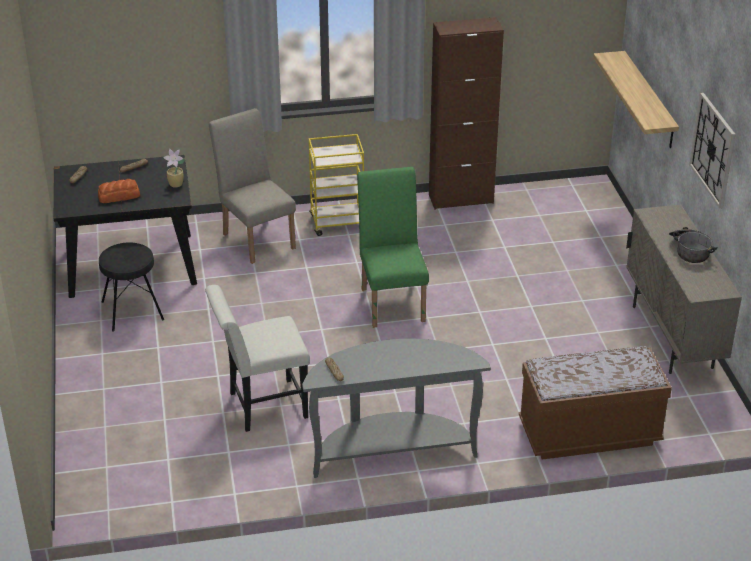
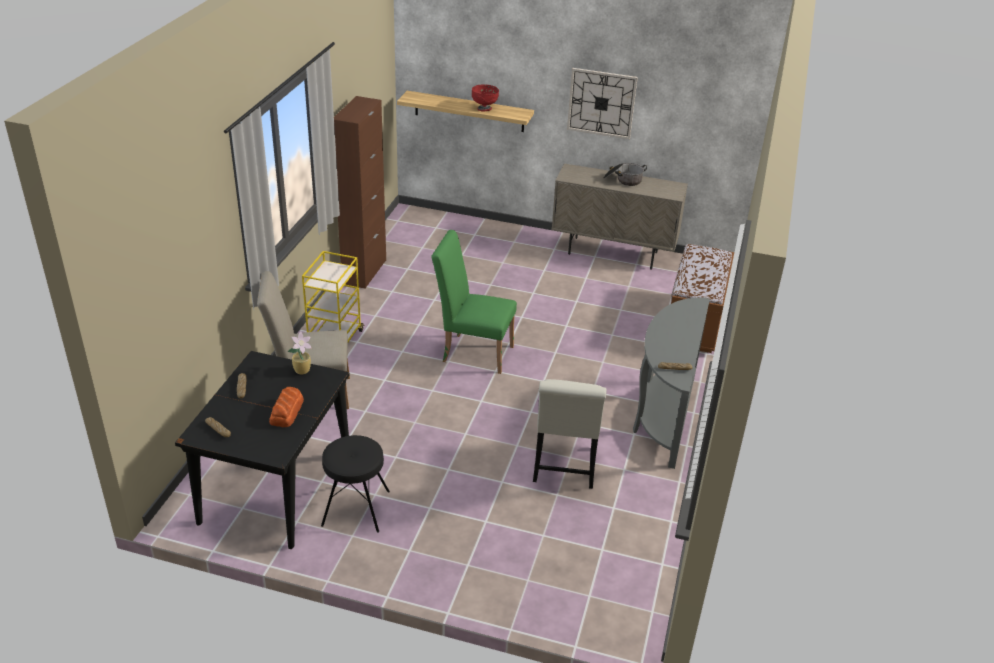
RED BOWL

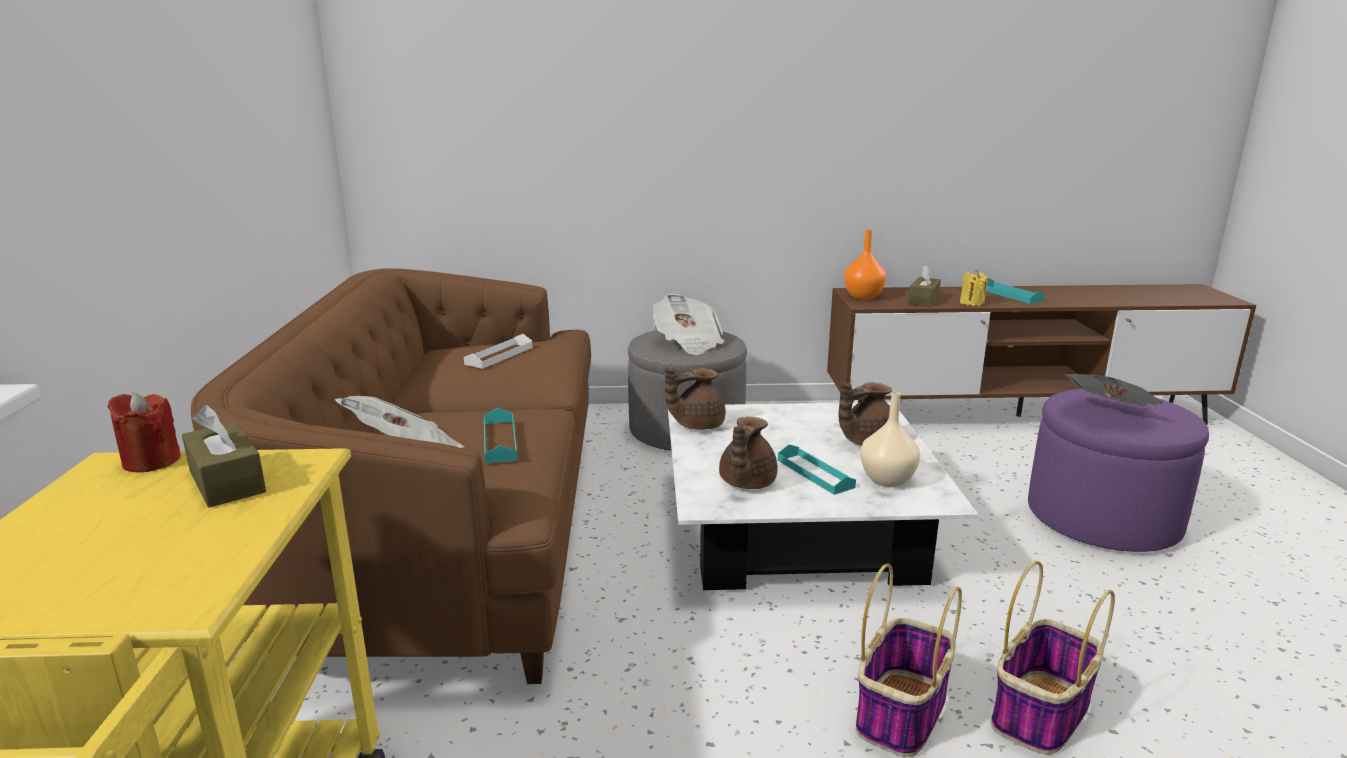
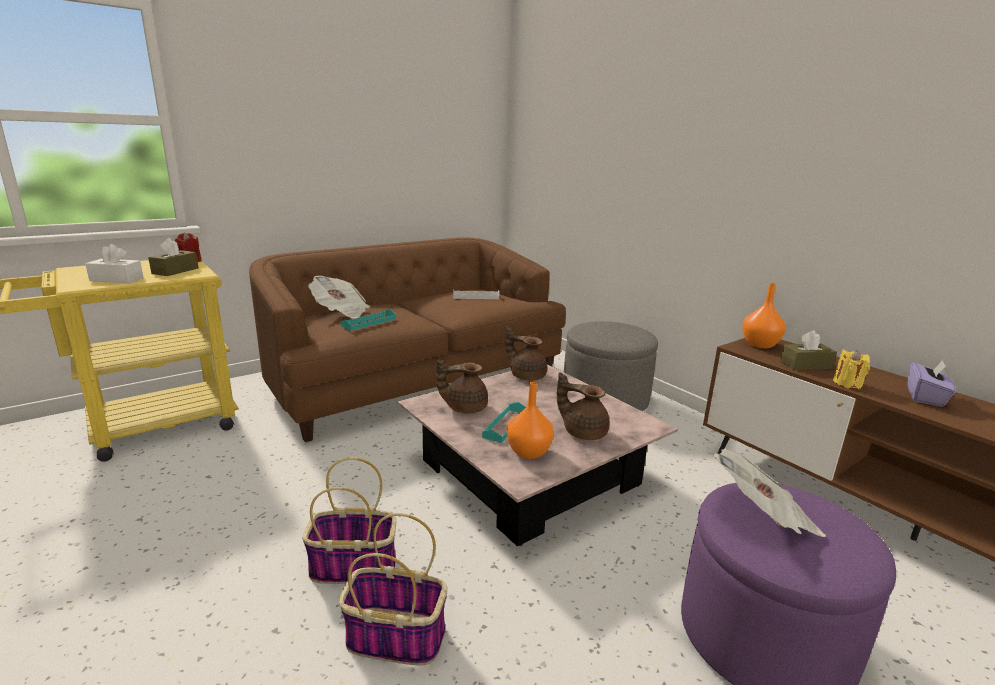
NEWSPAPER (no. 2 from left in the first image); WHITE TISSUE BOX; PURPLE TISSUE BOX; PINK COFFEE TABLE; ORANGE VASE (no. 1 from left)

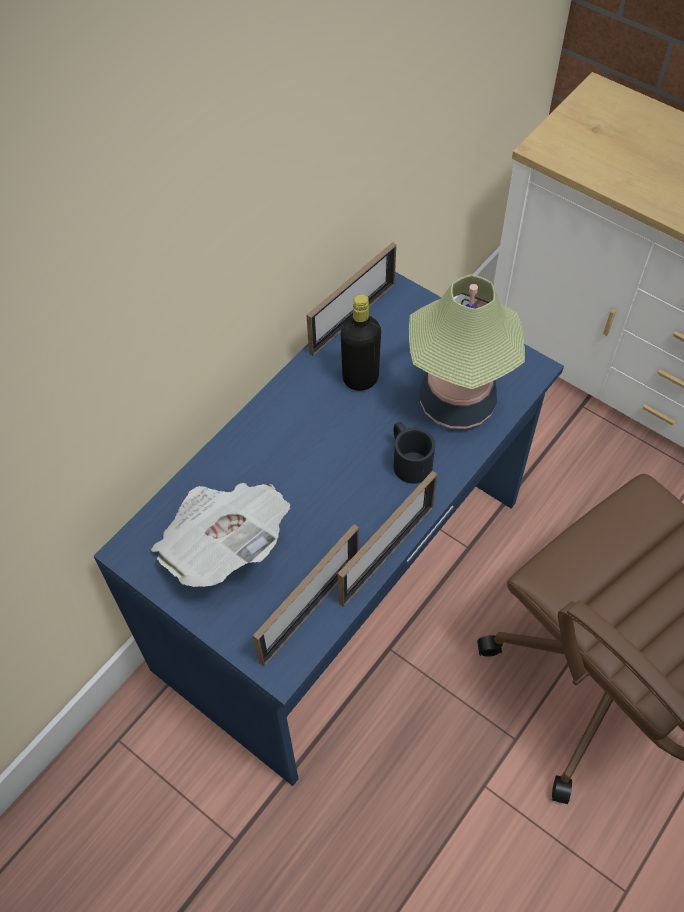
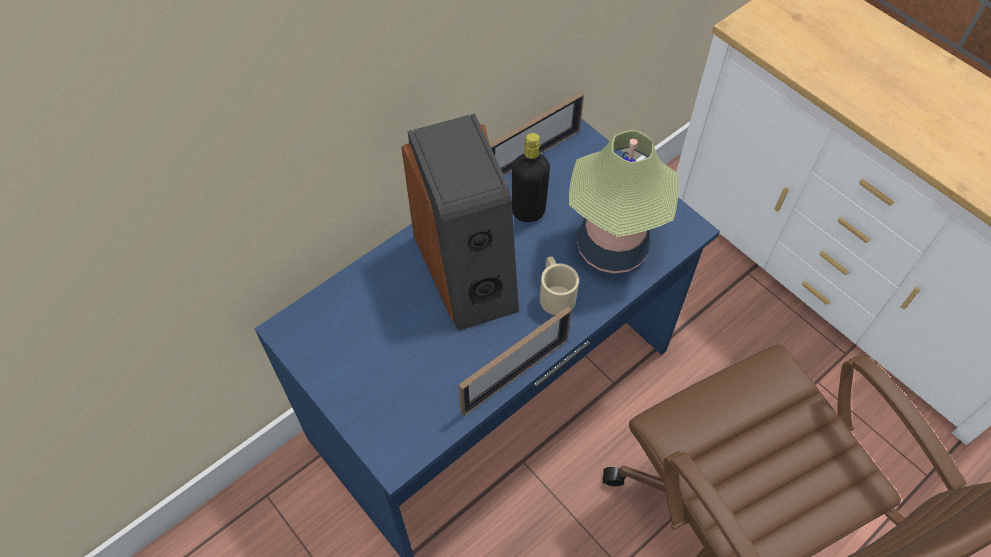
NEWSPAPER; PICTURE FRAME (no. 1 from left in the first image); SPEAKER; BEIGE MUG

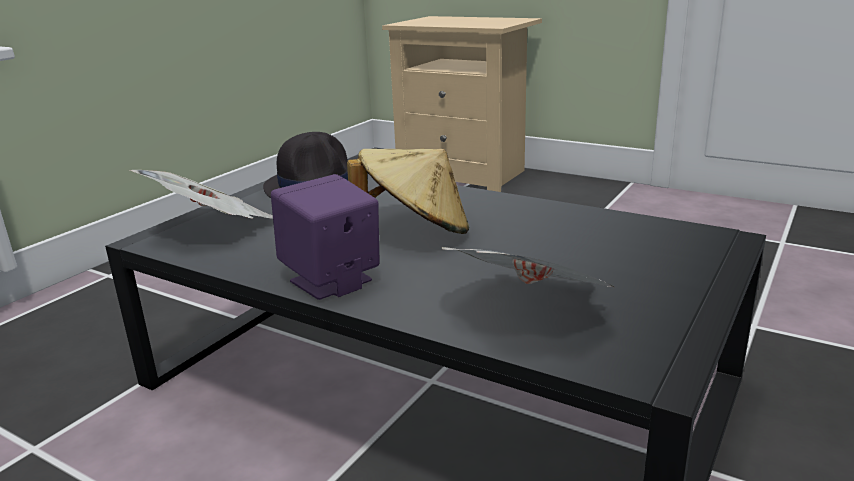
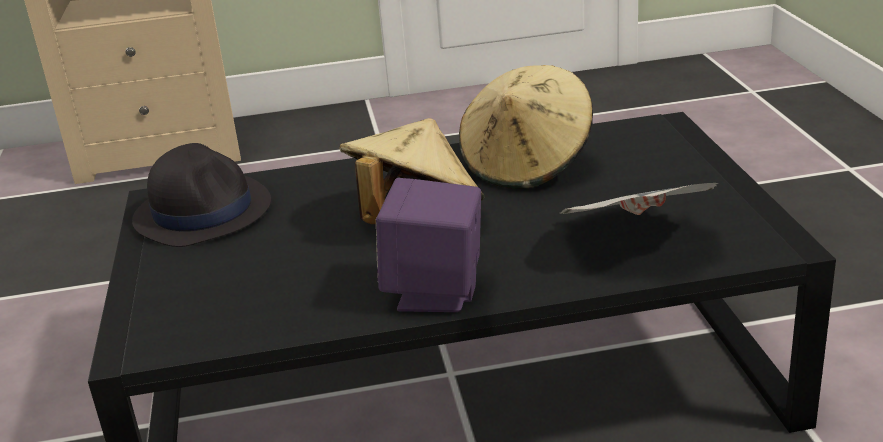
NEWSPAPER (no. 1 from left in the first image); BEIGE HAT (no. 2 from left)

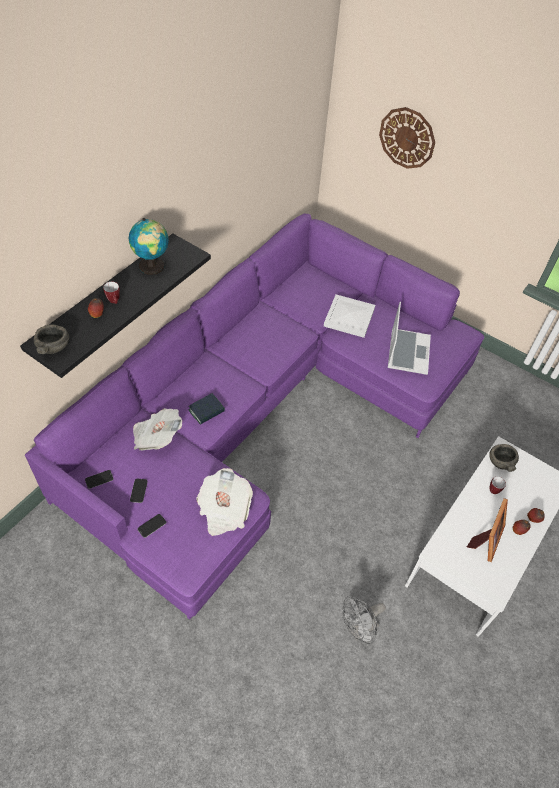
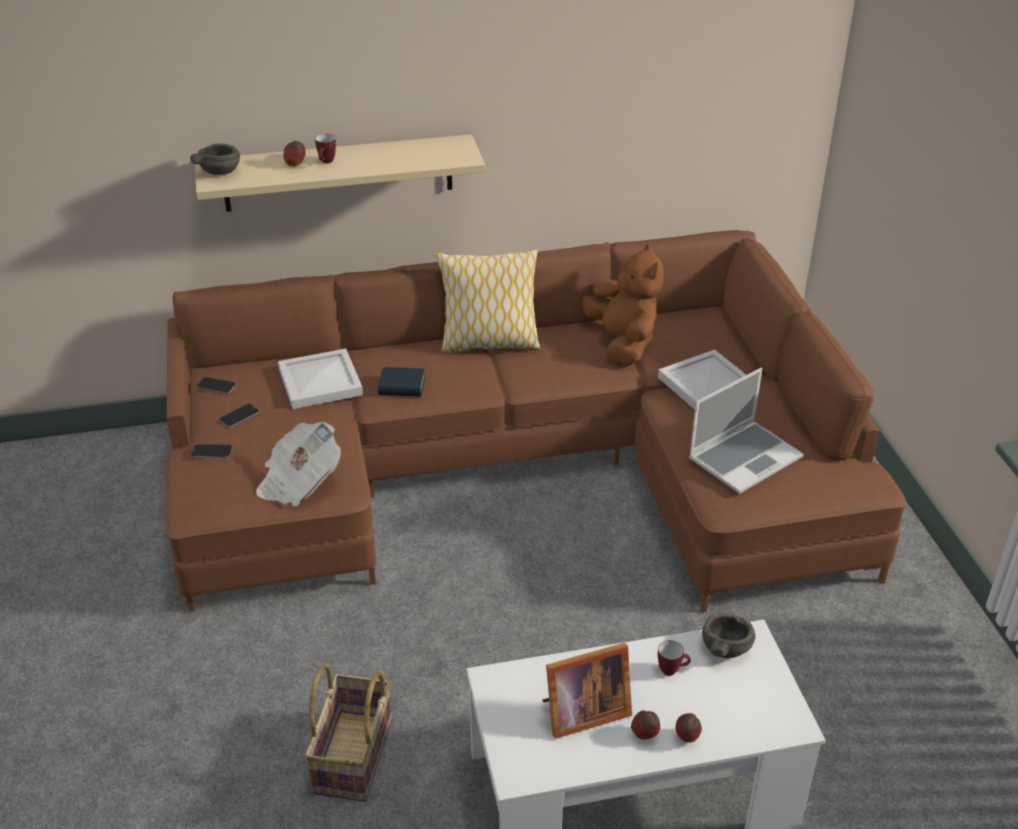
GLOBE; WALL CLOCK; PILLOW; BROWN PLUSH TOY; WHITE TRAY (no. 1 from left); BASKET; BEIGE SHELF; BROWN SOFA

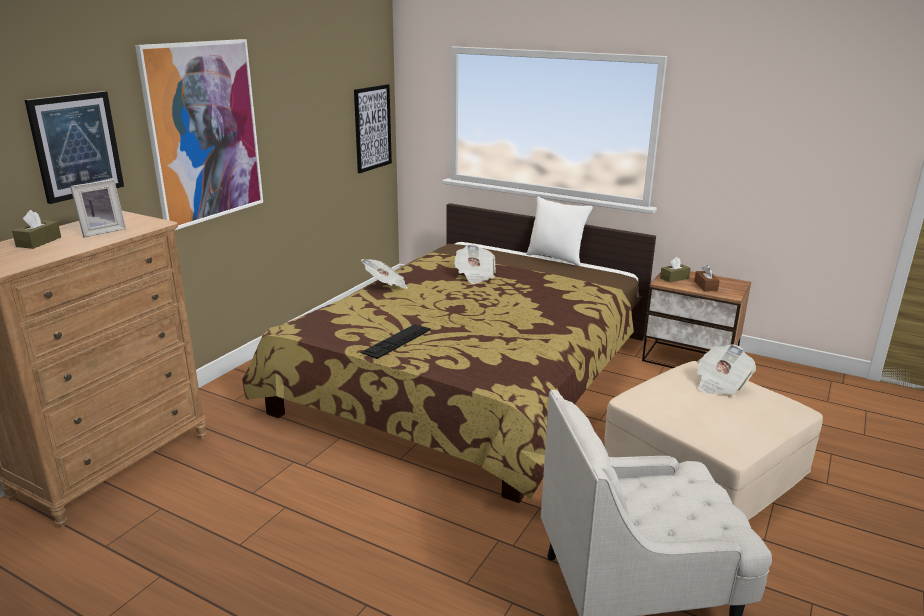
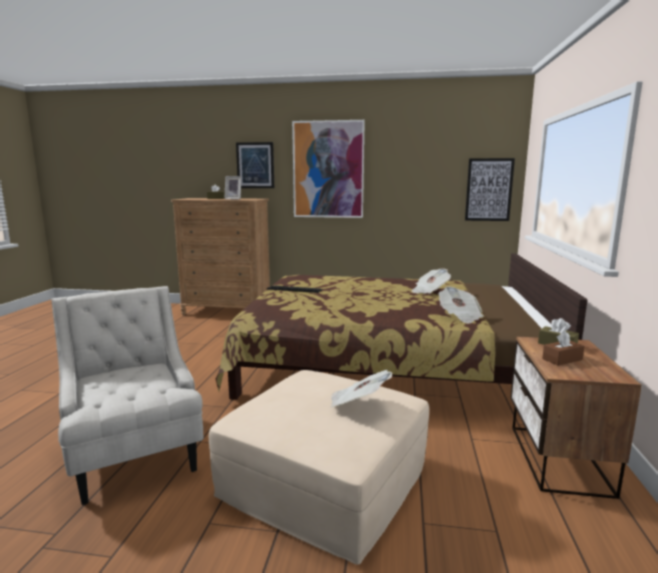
WHITE PILLOW; NEWSPAPER (no. 3 from left)

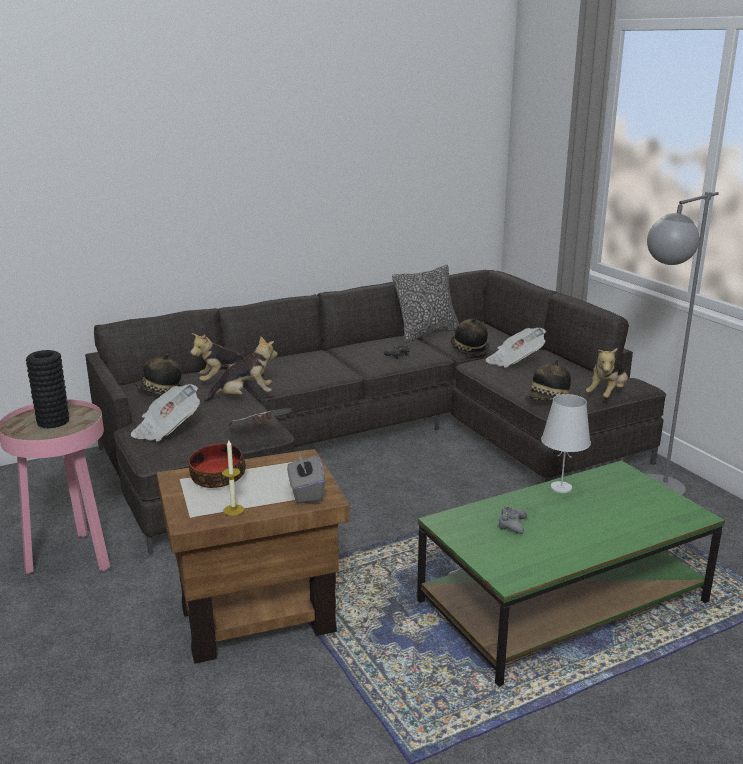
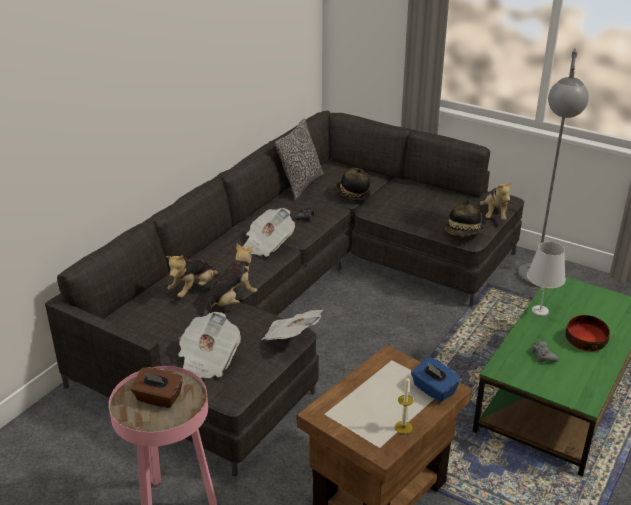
HAT (no. 1 from left in the first image); BOWL; NEWSPAPER (no. 2 from left); BROWN TISSUE BOX; BLUE TISSUE BOX

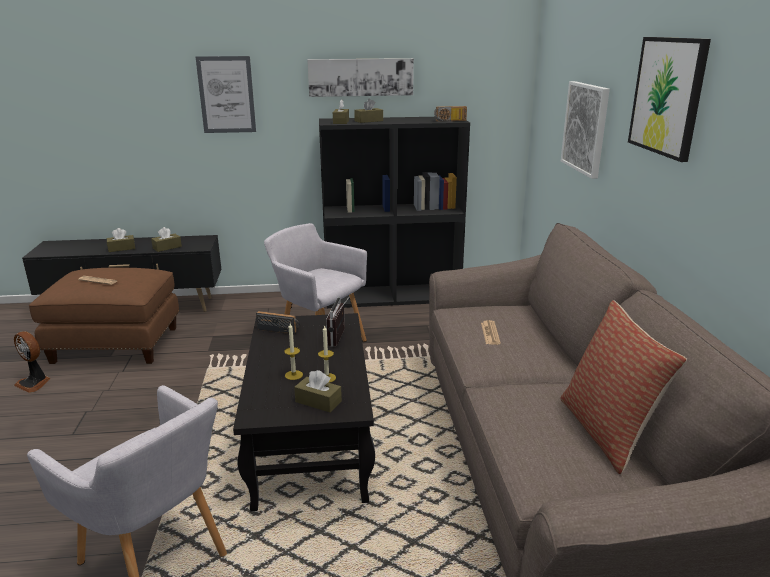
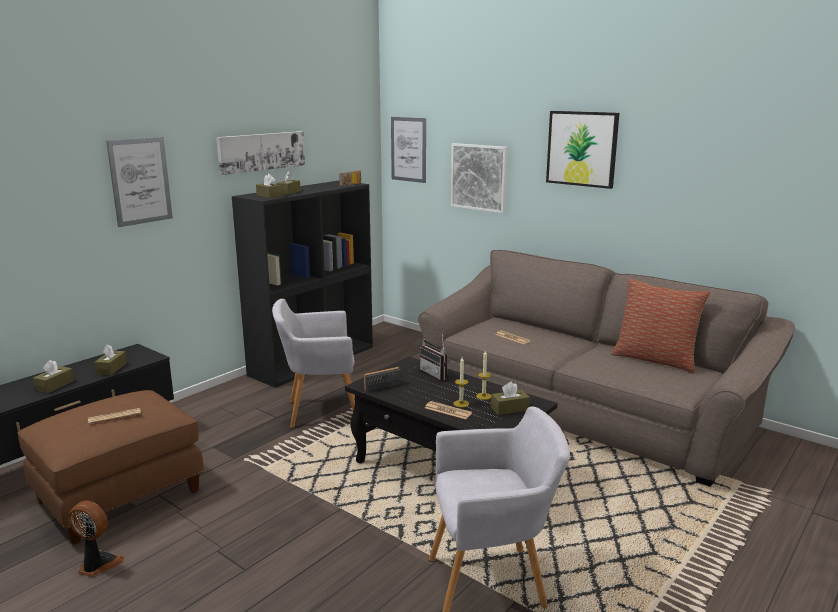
PICTURE (no. 3 from left); NEWSPAPER (no. 2 from left); FAN

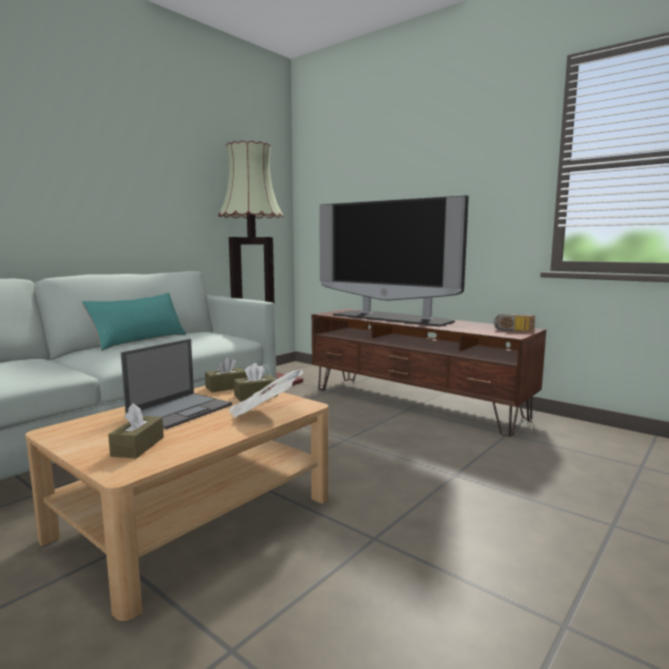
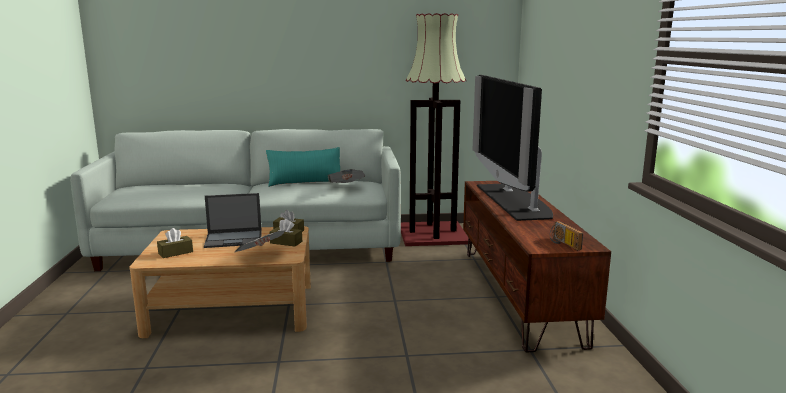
NEWSPAPER (no. 2 from left)

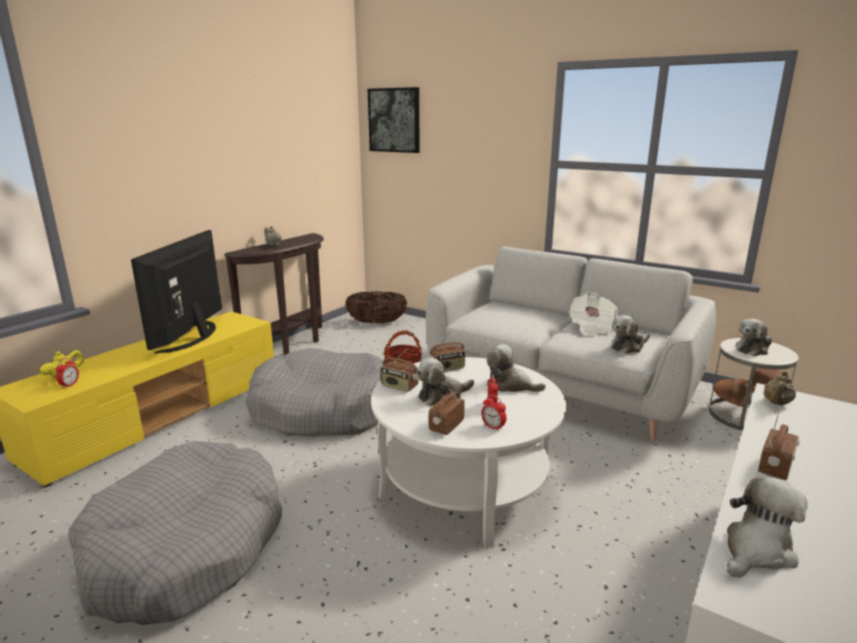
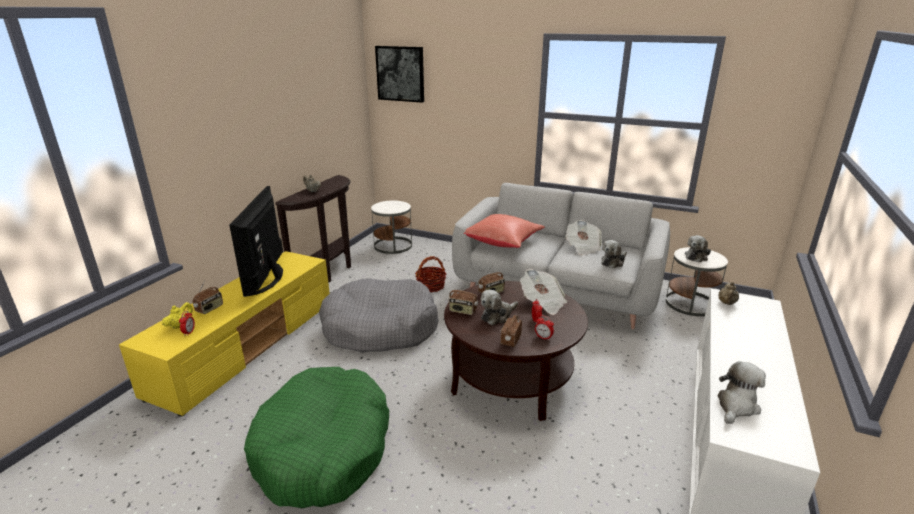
RED PILLOW; RADIO (no. 1 from left); WHITE SIDE TABLE (no. 1 from left); NEWSPAPER (no. 1 from left); GREEN DOG BED; BROWN COFFEE TABLE

